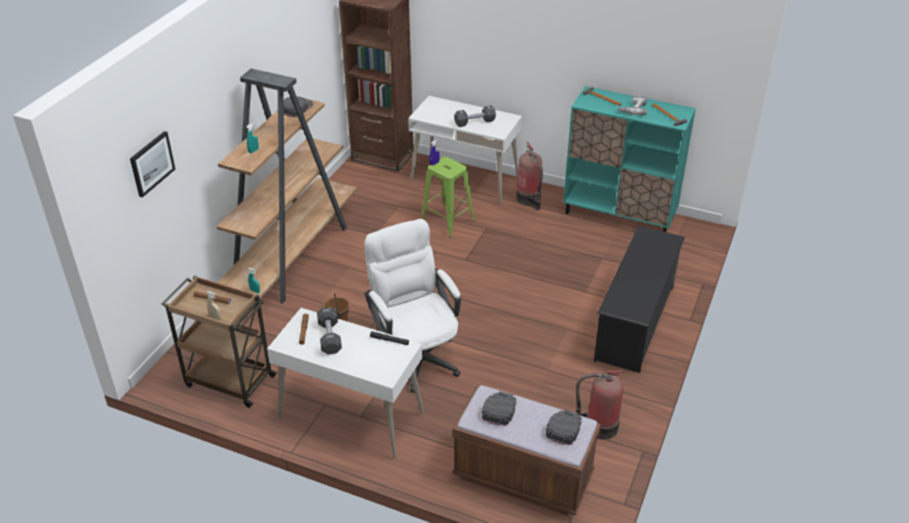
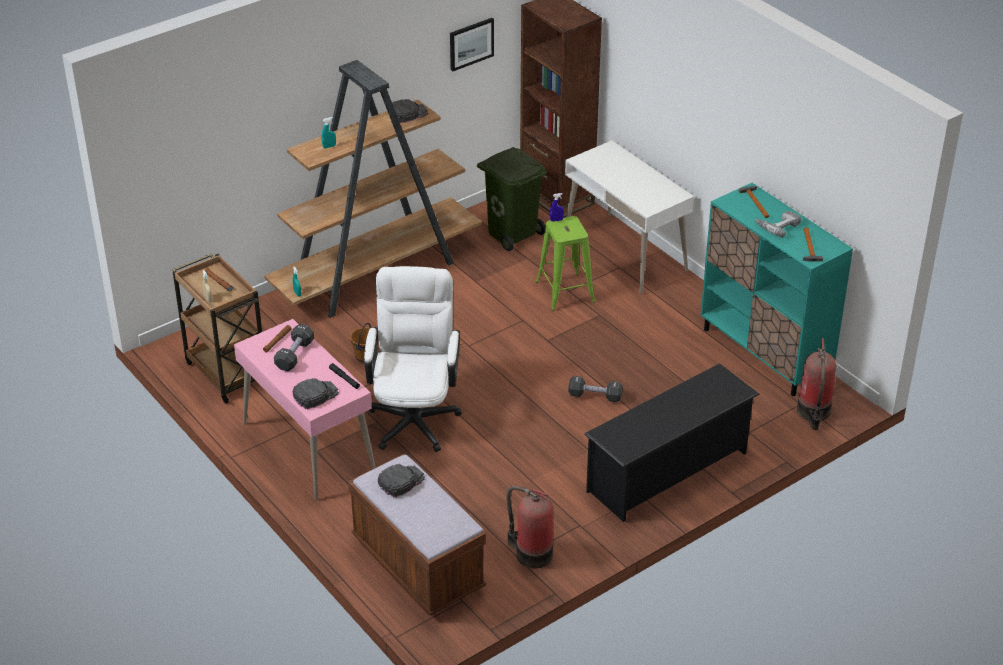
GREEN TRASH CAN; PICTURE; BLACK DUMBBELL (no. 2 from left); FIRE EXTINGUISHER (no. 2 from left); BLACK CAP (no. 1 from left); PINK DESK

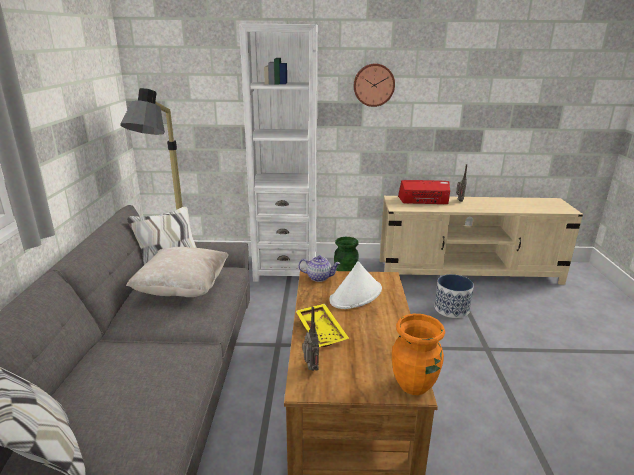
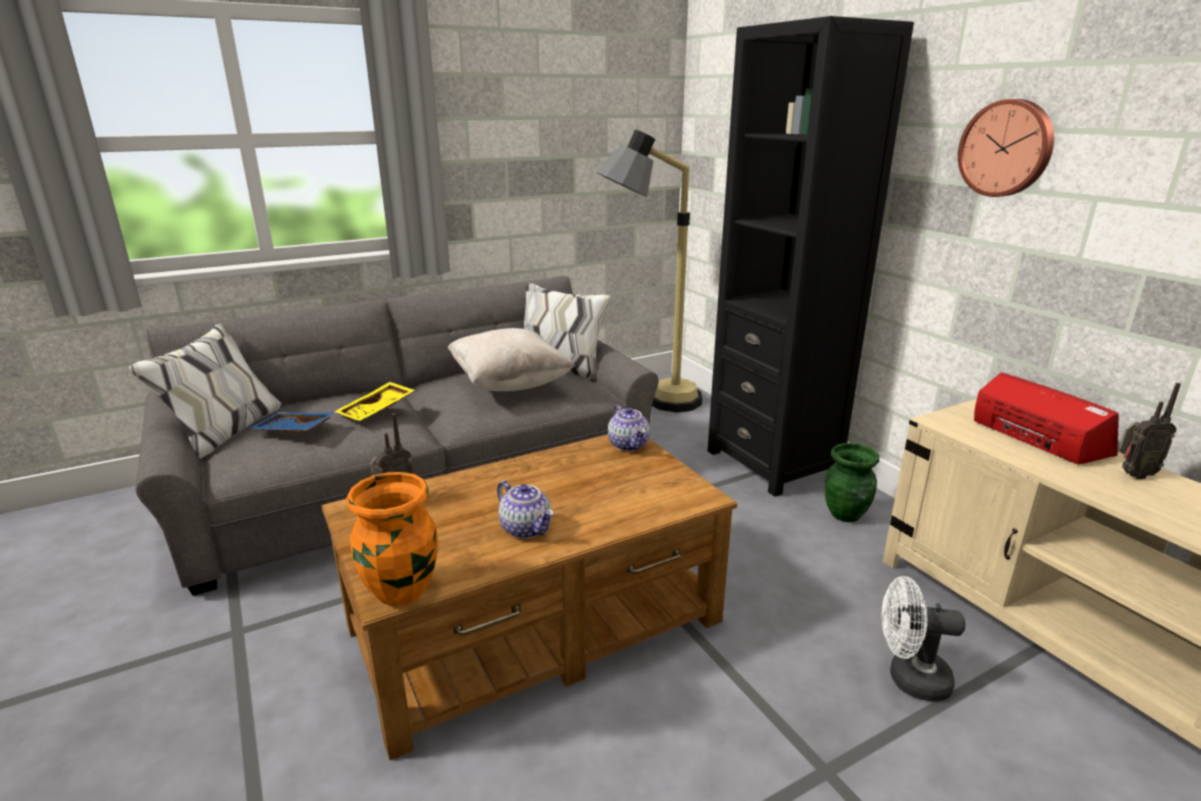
WHITE HAT; BLUE TRAY; TEAPOT (no. 1 from left); YELLOW TRAY; WHITE FAN; BLACK BOOKCASE

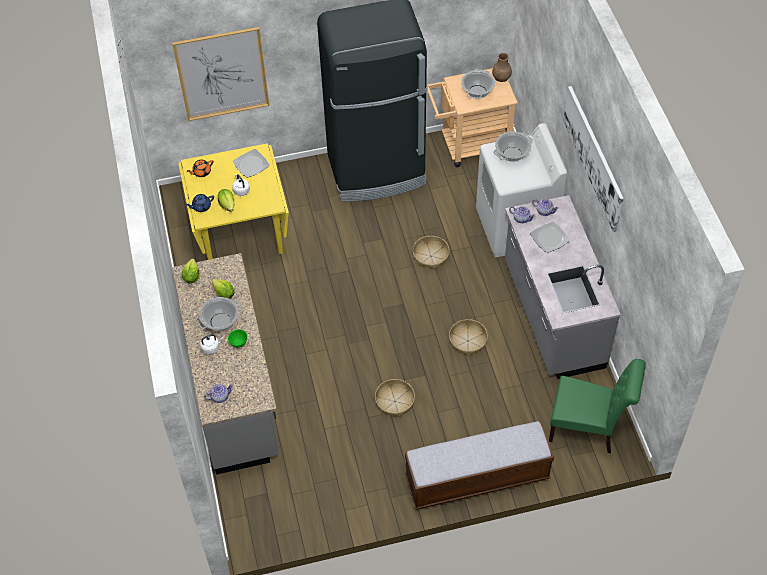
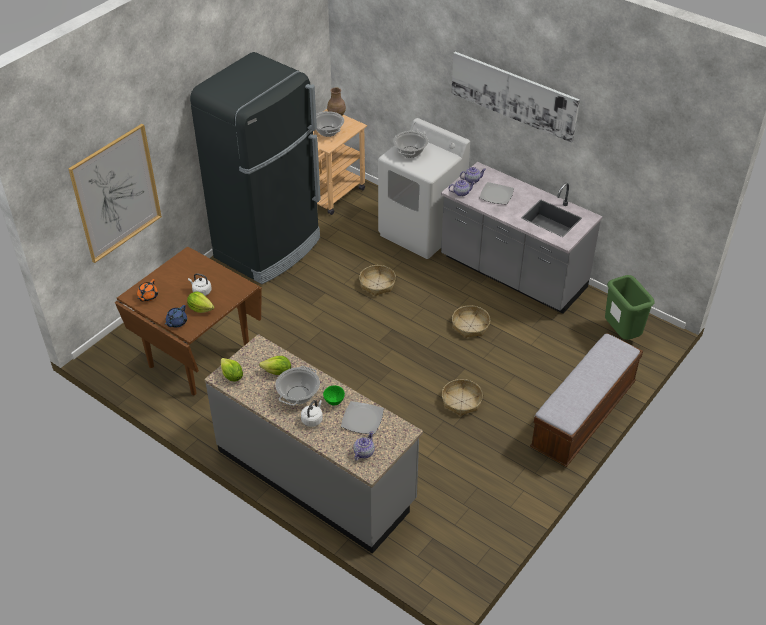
PLATE (no. 1 from left); GREEN TRASH CAN; BROWN DINING TABLE

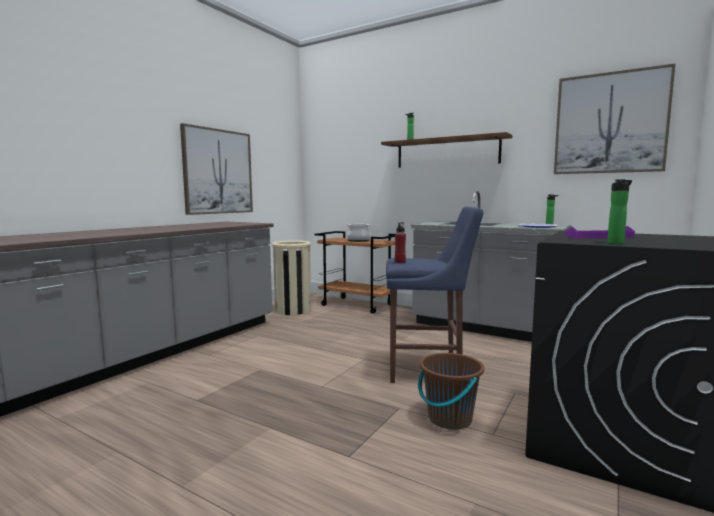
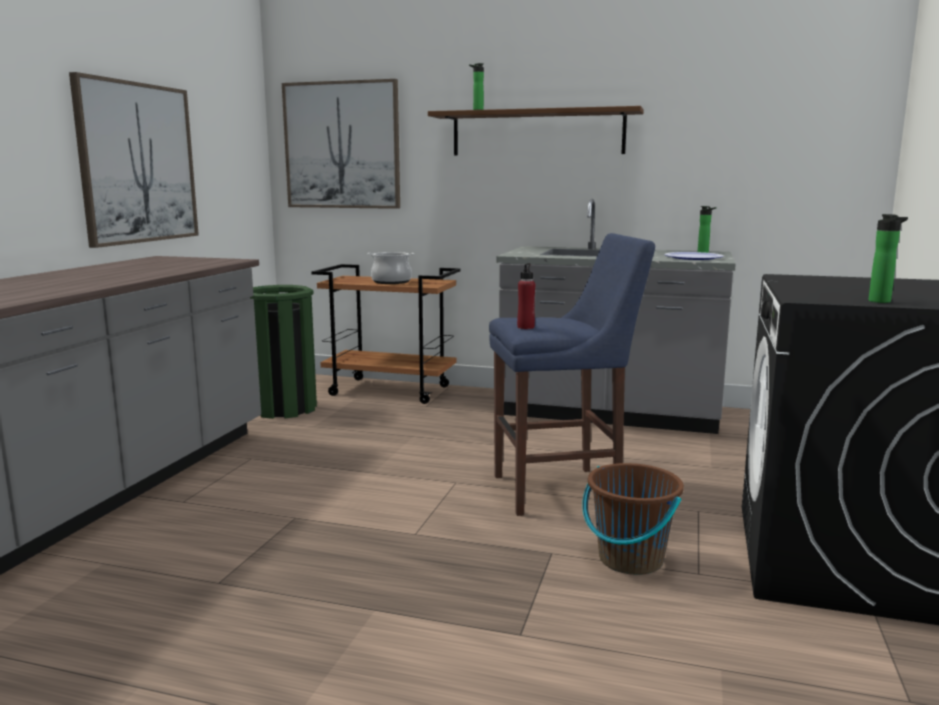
PURPLE TRAY; PICTURE (no. 2 from left); GREEN TRASH CAN

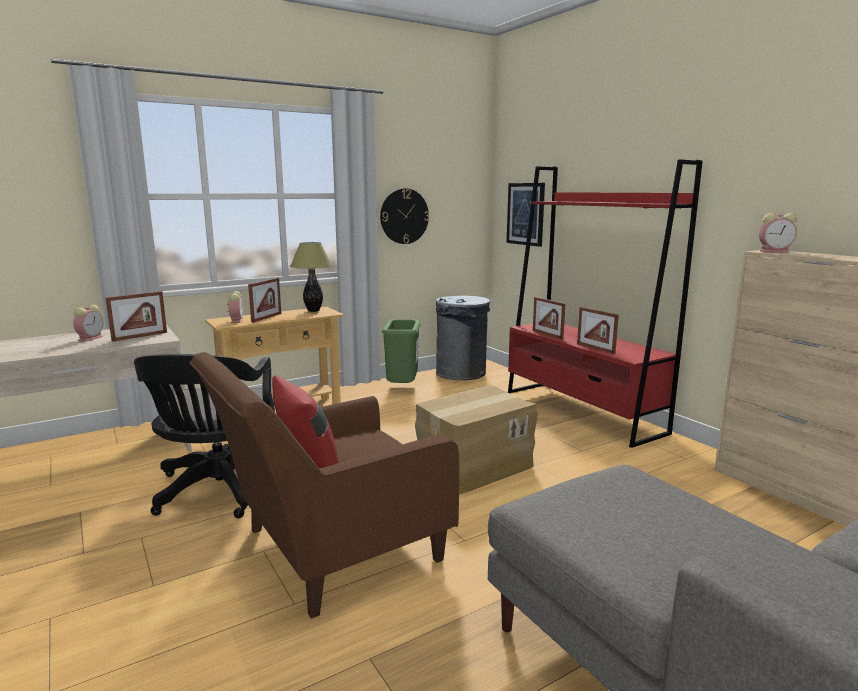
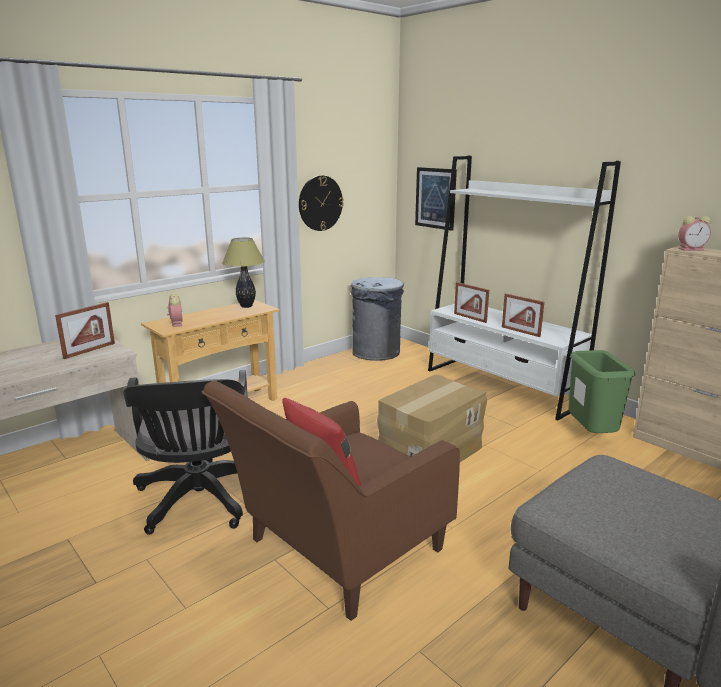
ALARM CLOCK (no. 1 from left in the first image); PICTURE FRAME (no. 2 from left in the first image); GREEN TRASH CAN; WHITE BOOKCASE

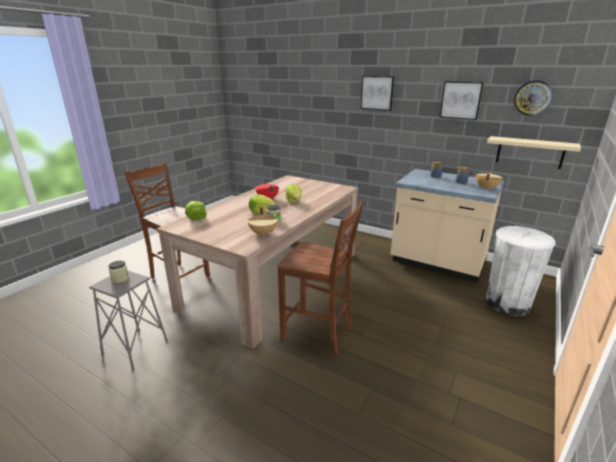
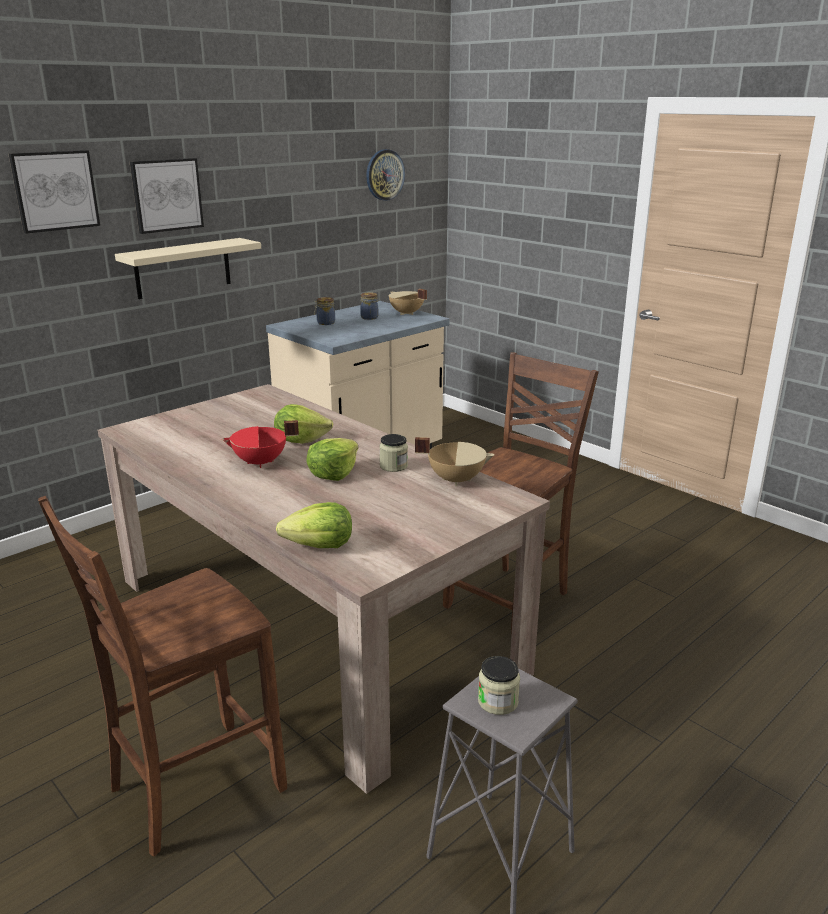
WHITE TRASH CAN; PICTURE (no. 1 from left); BEIGE SHELF

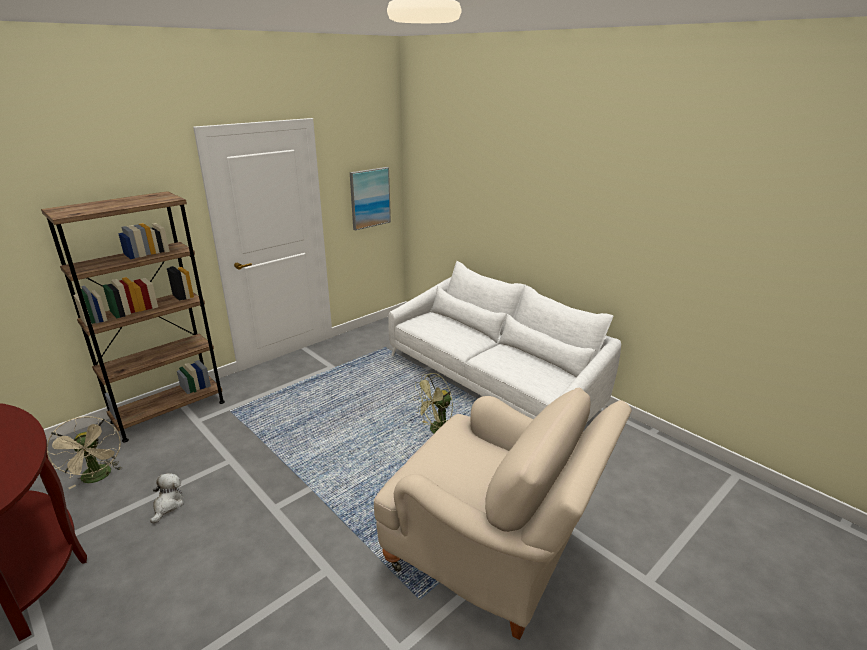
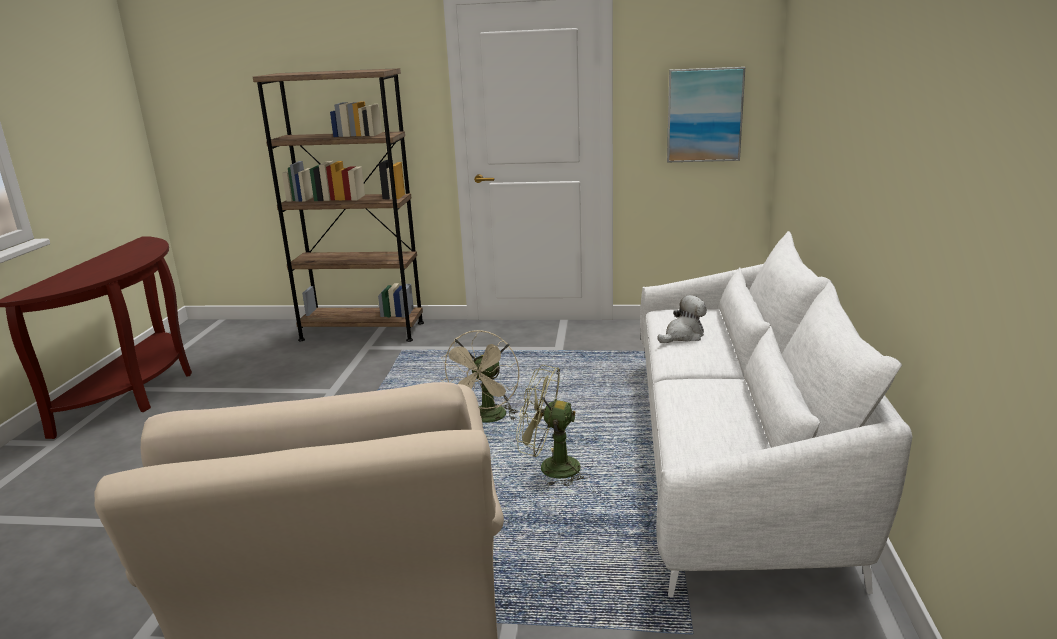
BEIGE FAN; PLUSH TOY

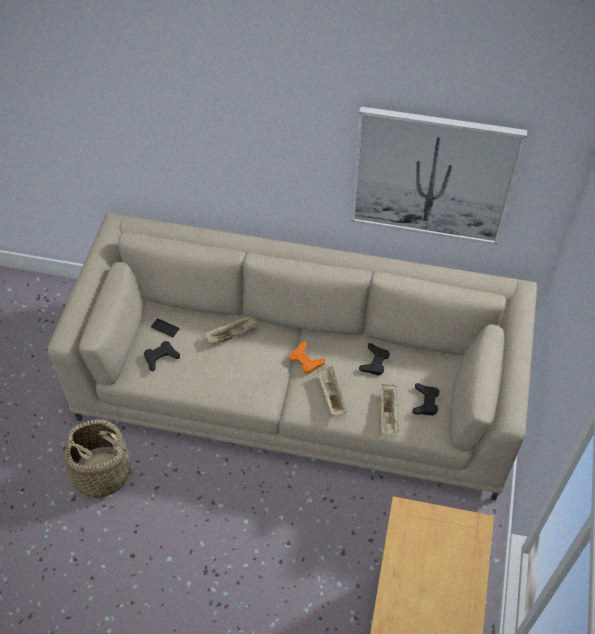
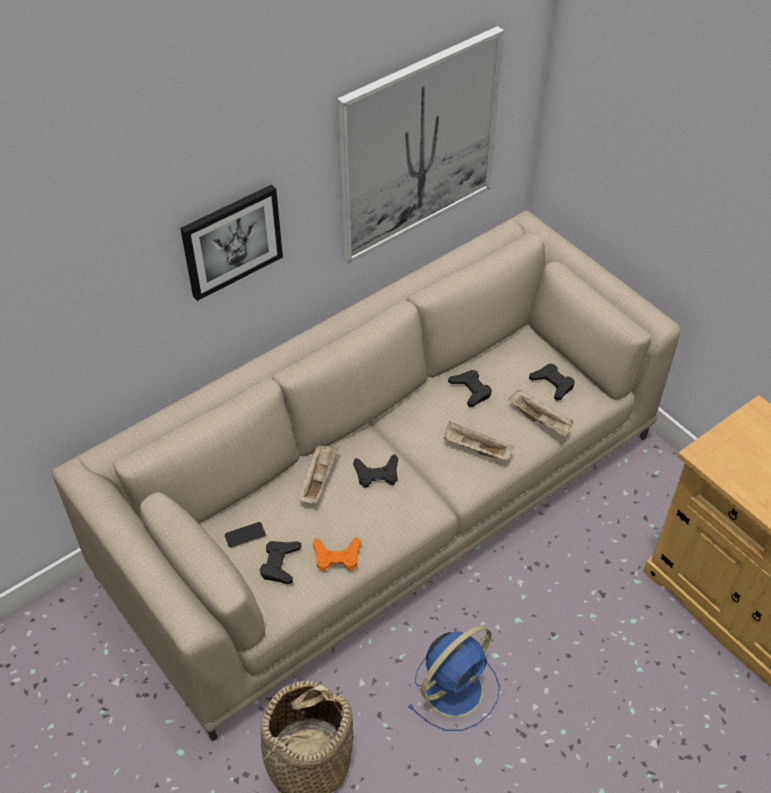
PICTURE (no. 1 from left); BLACK GAME CONTROLLER (no. 2 from left); BLUE FAN; ORANGE GAME CONTROLLER

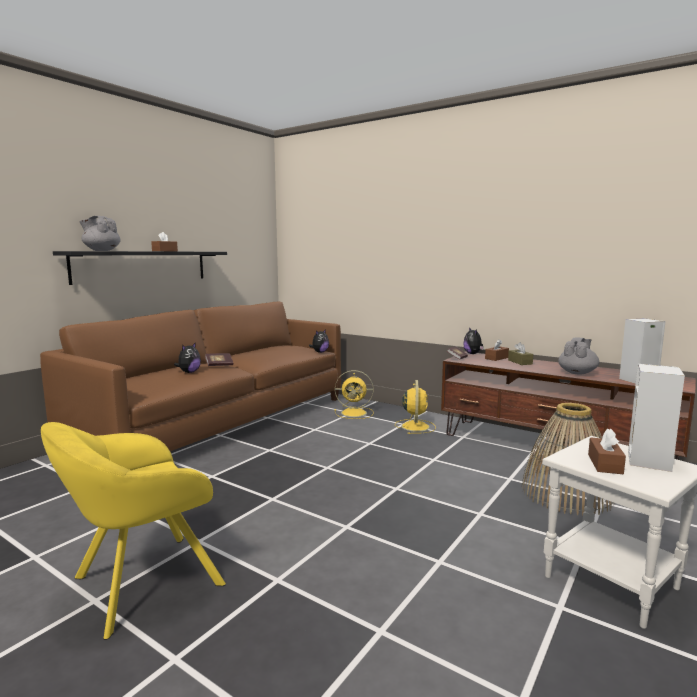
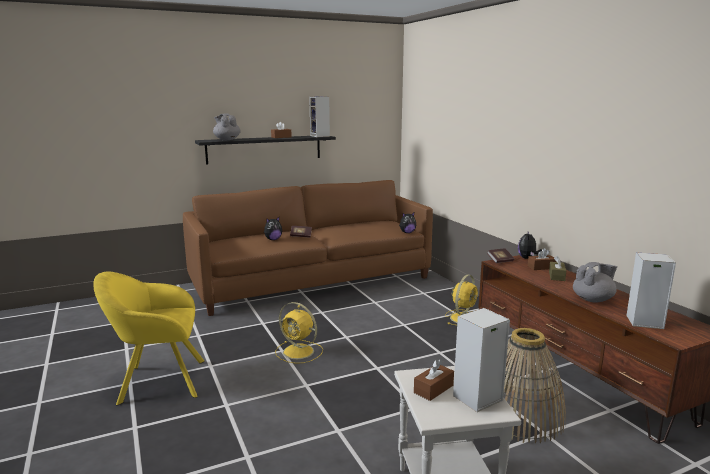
SPEAKER (no. 1 from left); YELLOW FAN (no. 1 from left)

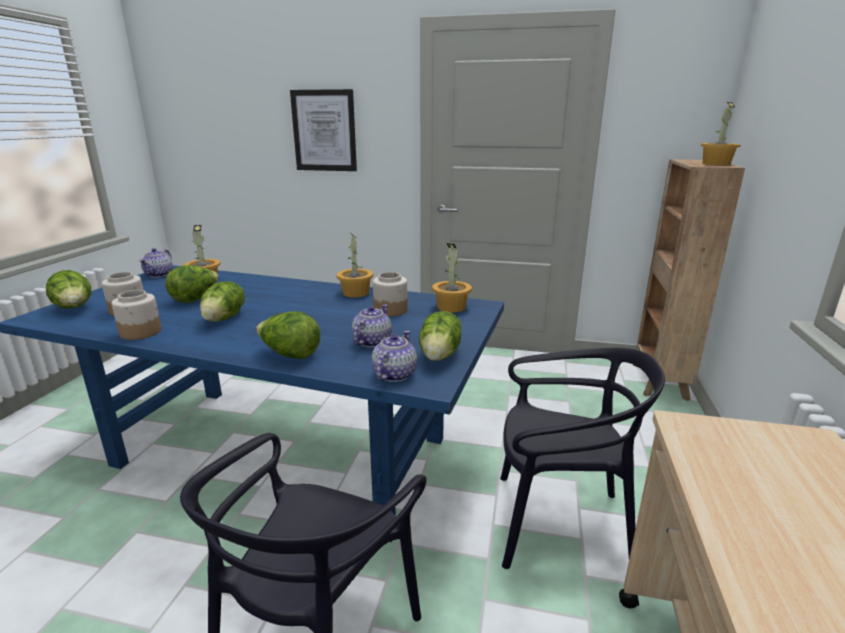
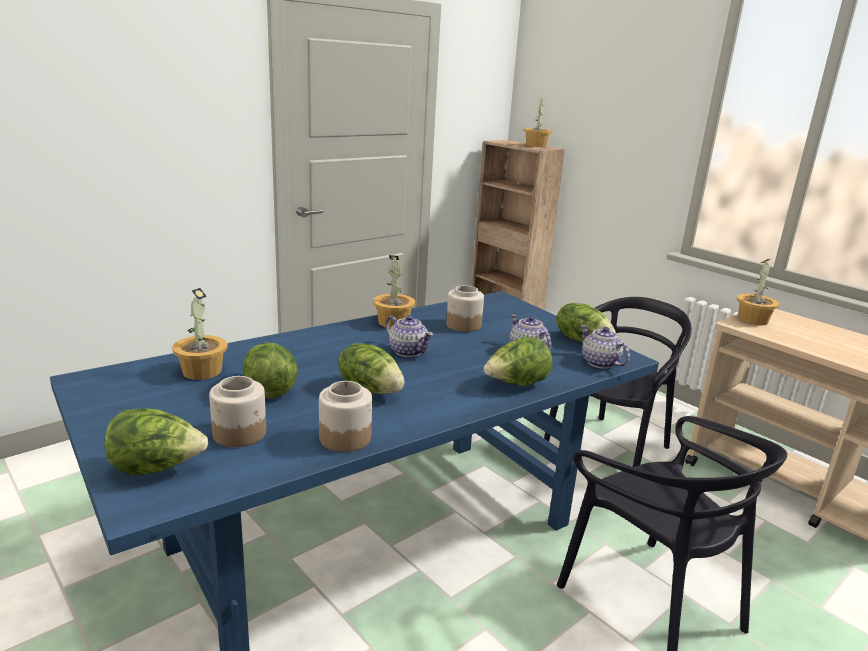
PICTURE; TEAPOT (no. 1 from left); POTTED PLANT (no. 4 from left)

